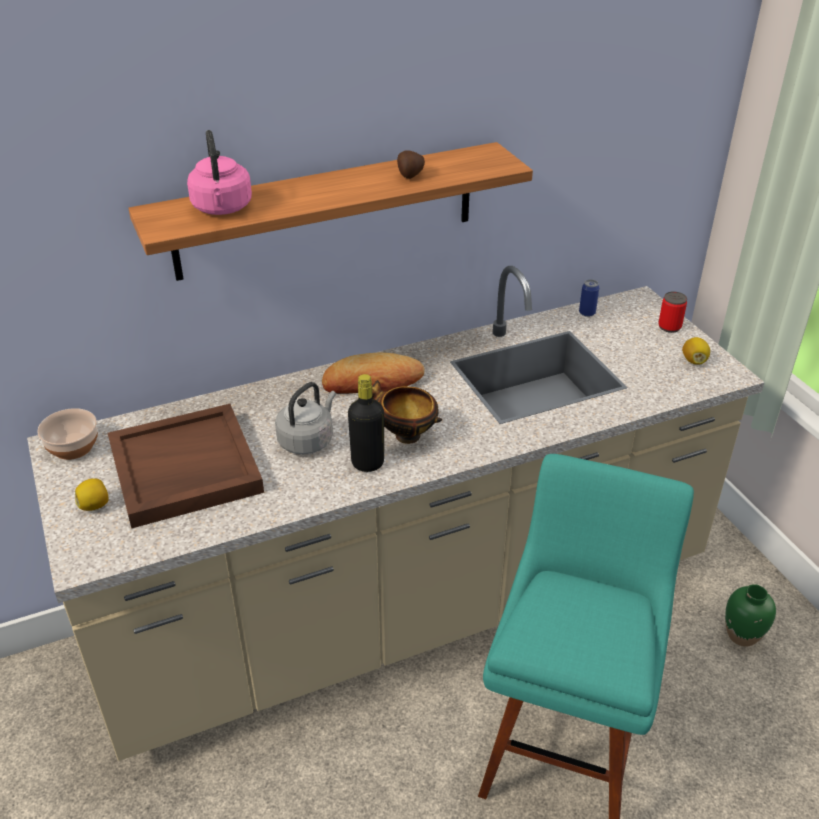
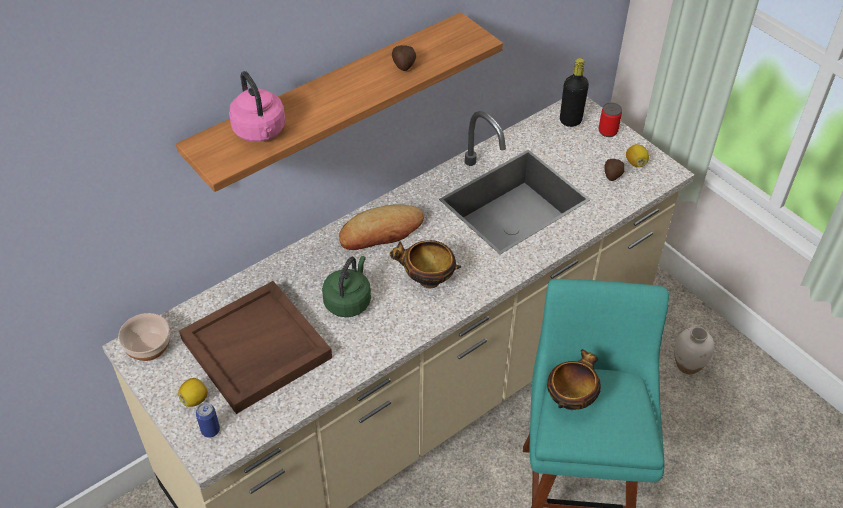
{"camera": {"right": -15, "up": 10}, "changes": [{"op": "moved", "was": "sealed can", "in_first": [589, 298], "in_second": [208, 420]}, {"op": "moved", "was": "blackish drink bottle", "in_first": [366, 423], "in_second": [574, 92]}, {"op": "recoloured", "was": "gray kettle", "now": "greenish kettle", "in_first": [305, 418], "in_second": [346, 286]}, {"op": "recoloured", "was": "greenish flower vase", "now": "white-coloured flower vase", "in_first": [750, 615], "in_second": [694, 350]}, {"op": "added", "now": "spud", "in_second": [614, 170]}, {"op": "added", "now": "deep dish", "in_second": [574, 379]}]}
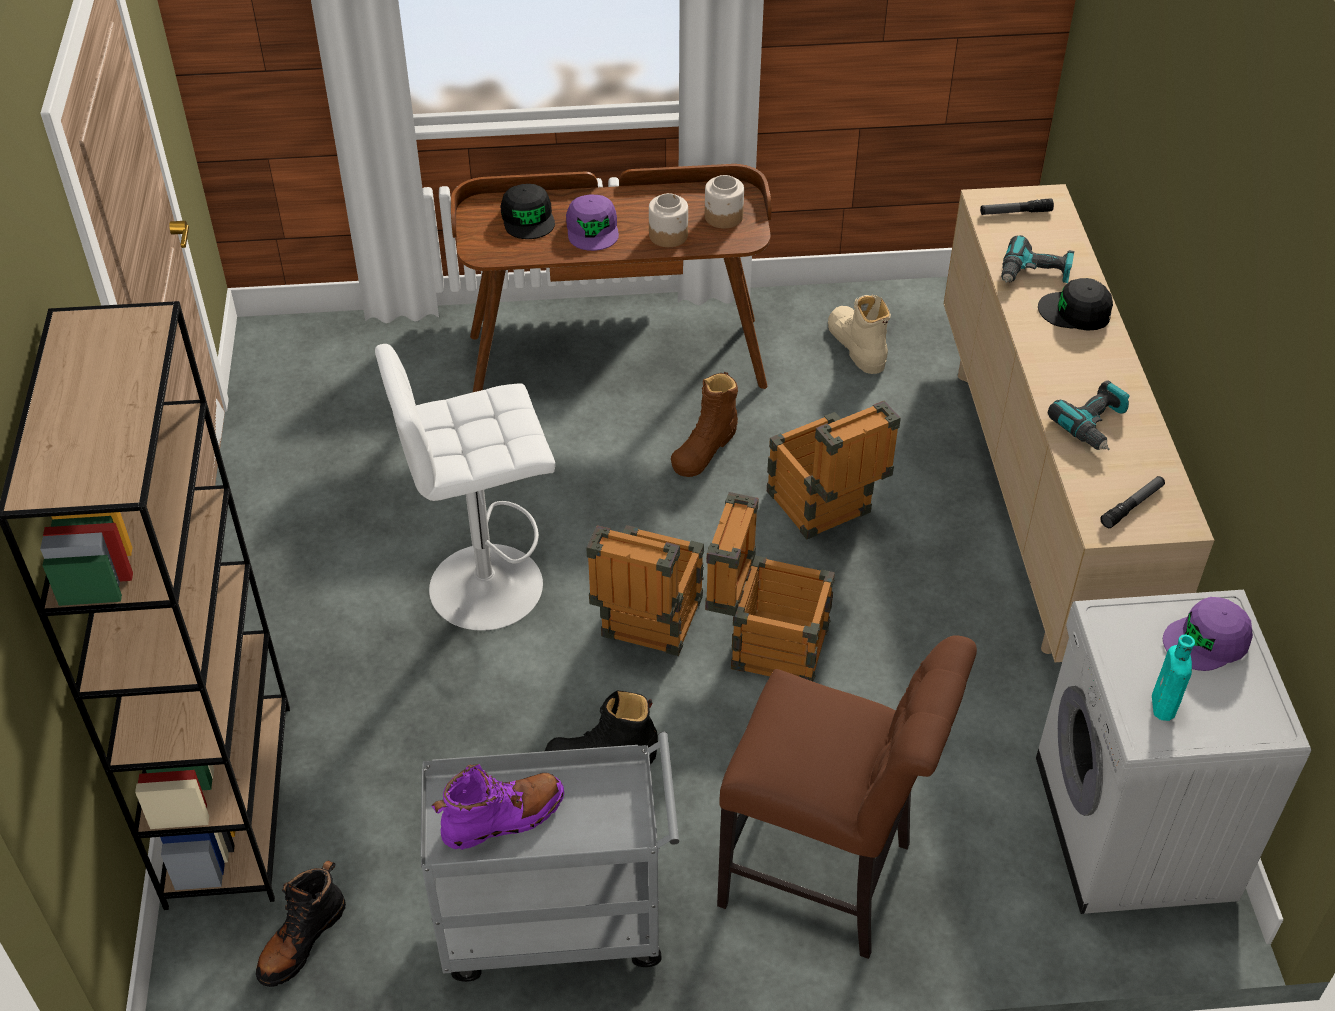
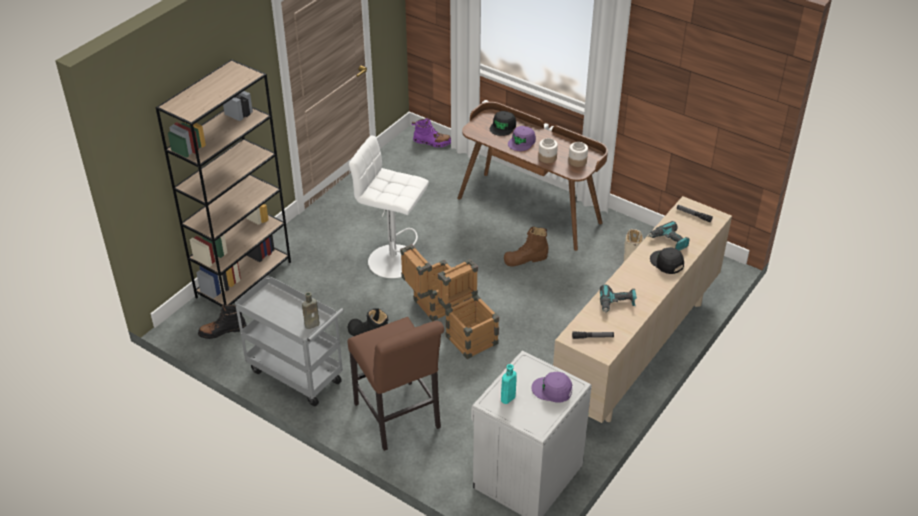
{"camera": {"right": 40, "up": -5}, "changes": [{"op": "removed", "was": "crate", "in_first": [834, 470]}, {"op": "moved", "was": "purple-coloured boot", "in_first": [498, 807], "in_second": [431, 132]}, {"op": "added", "now": "brownish drink bottle", "in_second": [311, 310]}]}
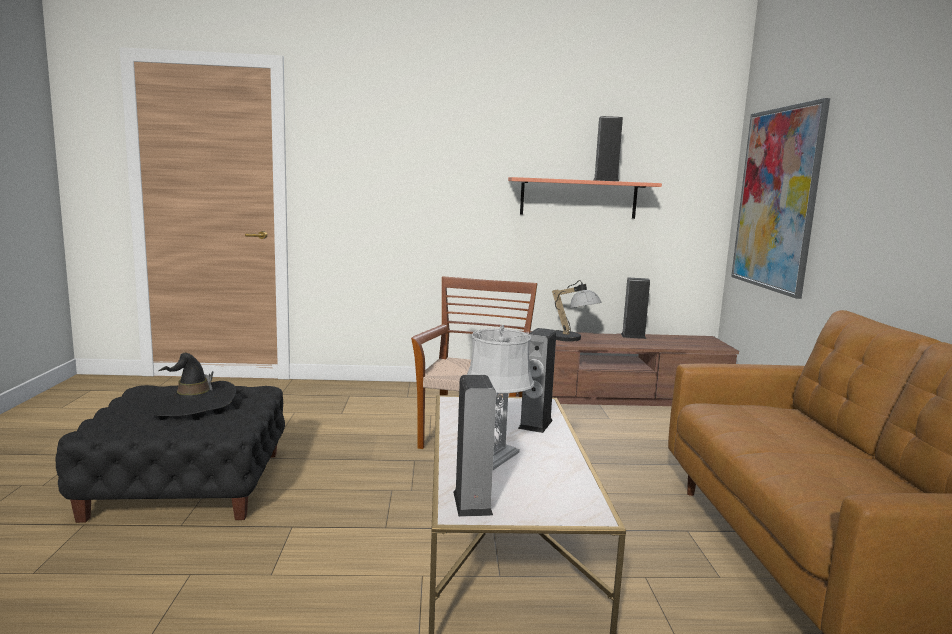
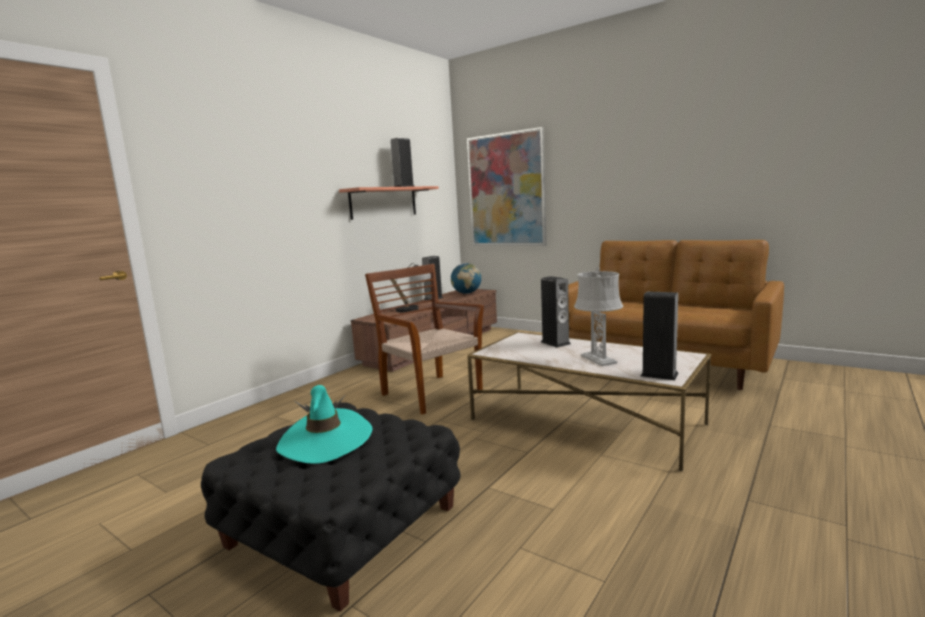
{"camera": {"right": -50, "up": 0}, "changes": [{"op": "recoloured", "was": "blackish wearable hat", "now": "turquoise wearable hat", "in_first": [190, 384], "in_second": [324, 424]}, {"op": "added", "now": "world globe", "in_second": [466, 278]}]}
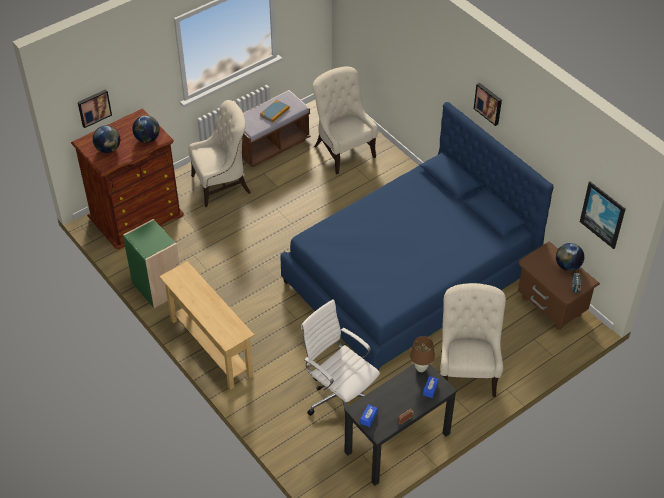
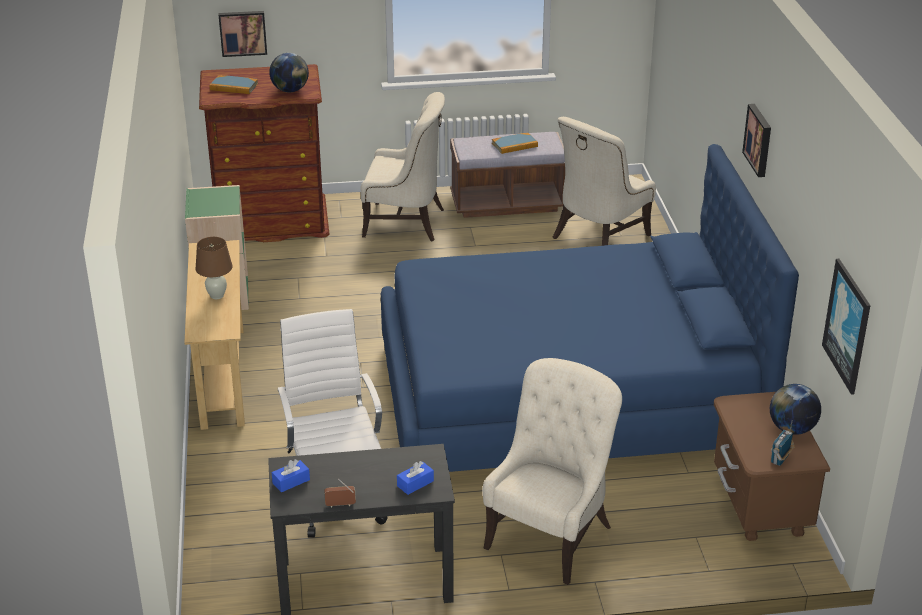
{"camera": {"right": 30, "up": -15}, "changes": [{"op": "turned", "was": "beige lounge chair", "in_first": [345, 121], "in_second": [604, 181], "clockwise": -135}, {"op": "replaced", "was": "world globe", "now": "volume", "in_first": [106, 139], "in_second": [234, 84]}, {"op": "moved", "was": "brownish tabletop lamp", "in_first": [422, 354], "in_second": [214, 268]}]}
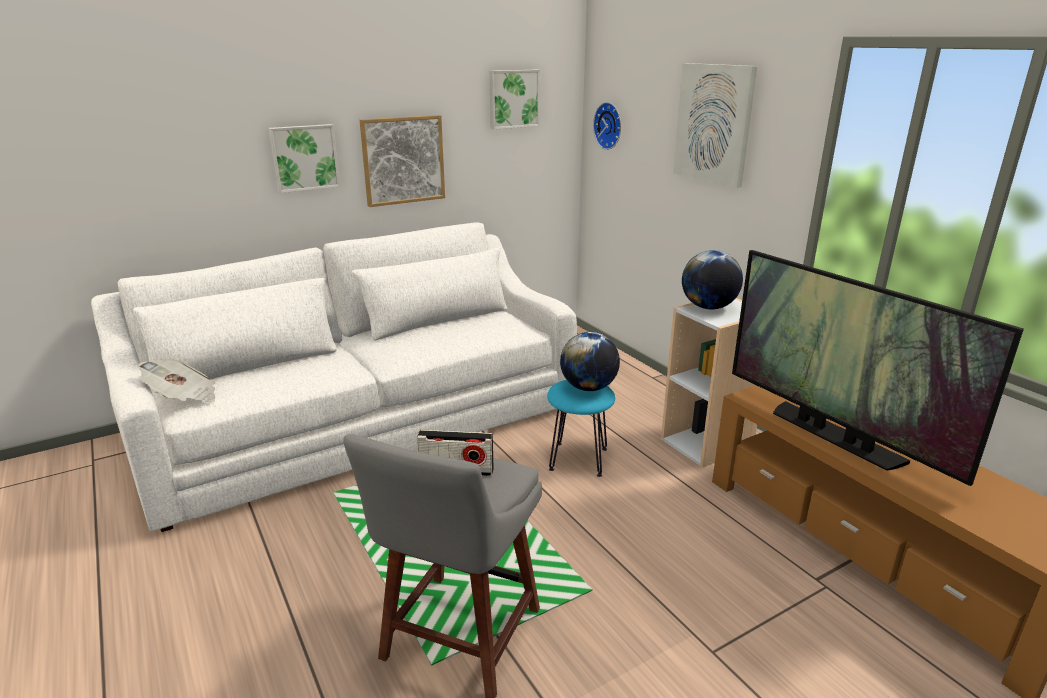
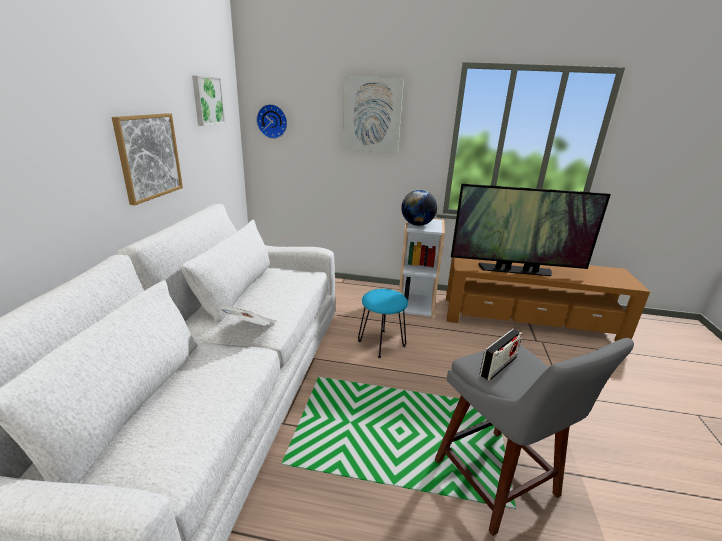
{"camera": {"right": -50, "up": 0}, "changes": [{"op": "removed", "was": "wall picture", "in_first": [304, 158]}, {"op": "removed", "was": "world globe", "in_first": [590, 361]}, {"op": "moved", "was": "printed paper", "in_first": [177, 380], "in_second": [247, 315]}]}
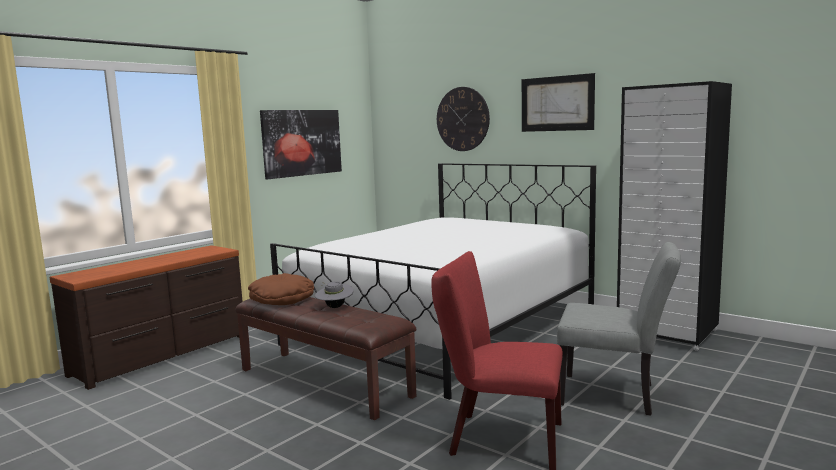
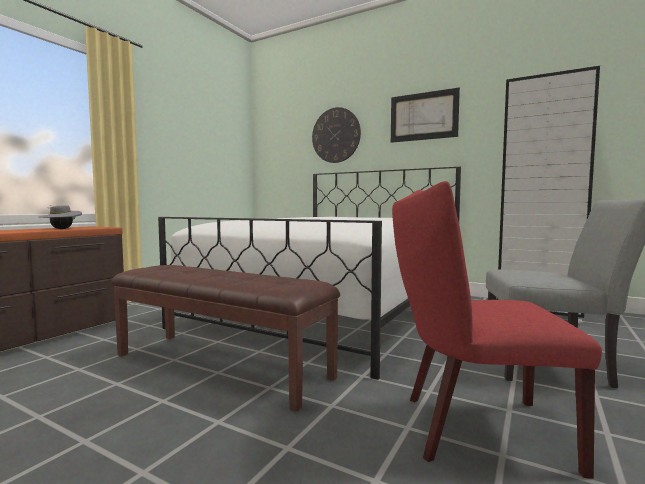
{"camera": {"right": -10, "up": -5}, "changes": [{"op": "removed", "was": "wall picture", "in_first": [301, 144]}, {"op": "removed", "was": "brownish cushion", "in_first": [281, 289]}, {"op": "moved", "was": "gray wearable hat", "in_first": [334, 294], "in_second": [60, 217]}]}
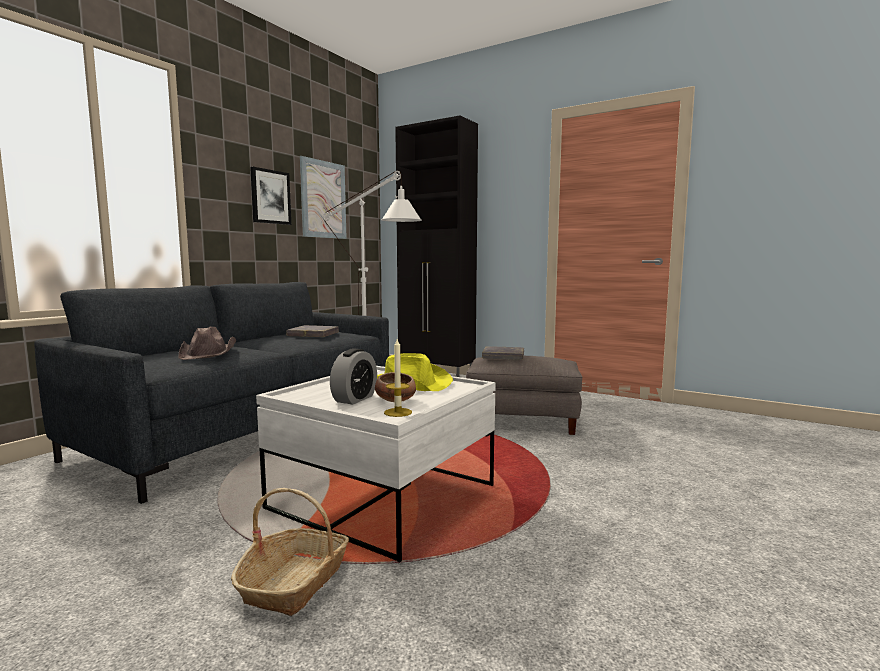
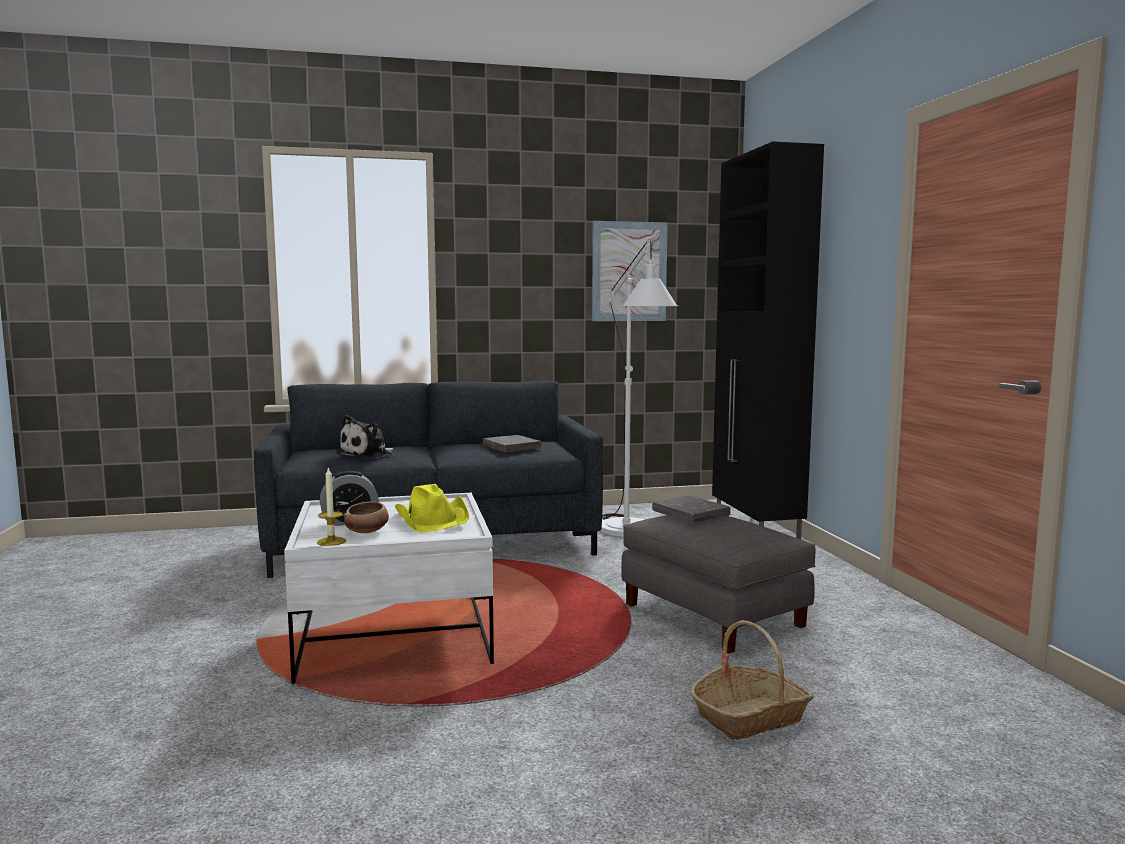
{"camera": {"right": 45, "up": 0}, "changes": [{"op": "removed", "was": "wall picture", "in_first": [270, 196]}, {"op": "replaced", "was": "brownish wearable hat", "now": "plush toy", "in_first": [207, 343], "in_second": [365, 436]}, {"op": "moved", "was": "basket", "in_first": [290, 552], "in_second": [752, 680]}]}
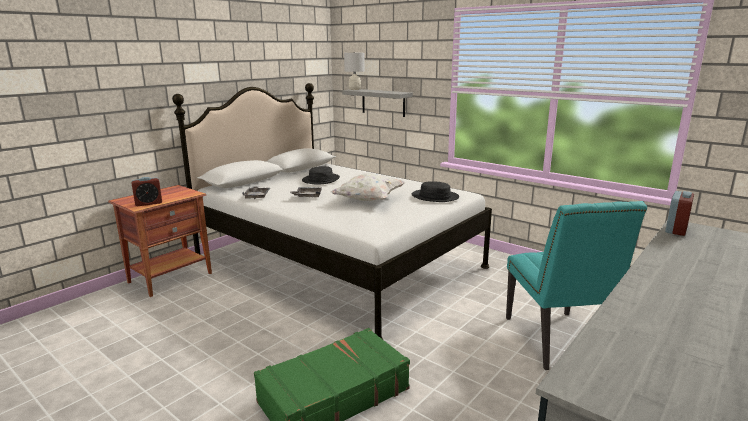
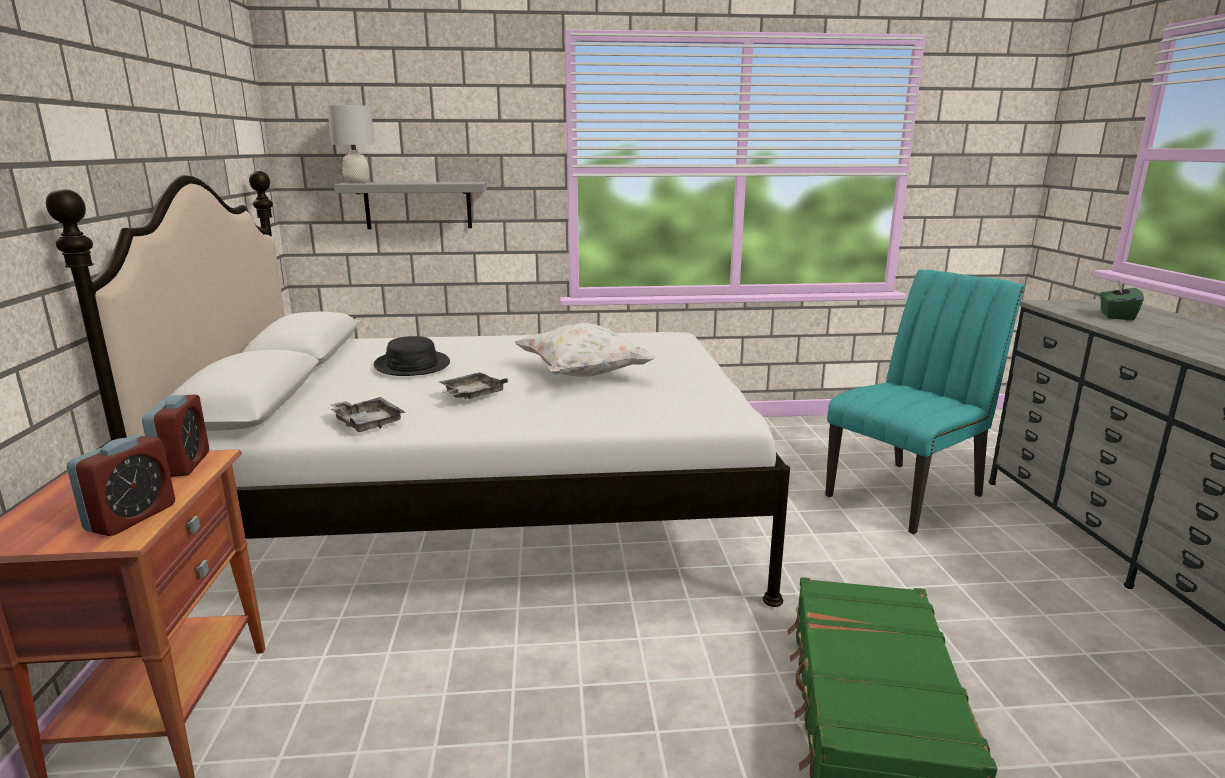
{"camera": {"right": -45, "up": 0}, "changes": [{"op": "removed", "was": "blackish wearable hat", "in_first": [435, 191]}, {"op": "moved", "was": "table clock", "in_first": [679, 213], "in_second": [175, 436]}, {"op": "turned", "was": "turquoise upright chair", "in_first": [576, 285], "in_second": [925, 401], "clockwise": -75}, {"op": "added", "now": "greenish tissue holder", "in_second": [1122, 300]}]}
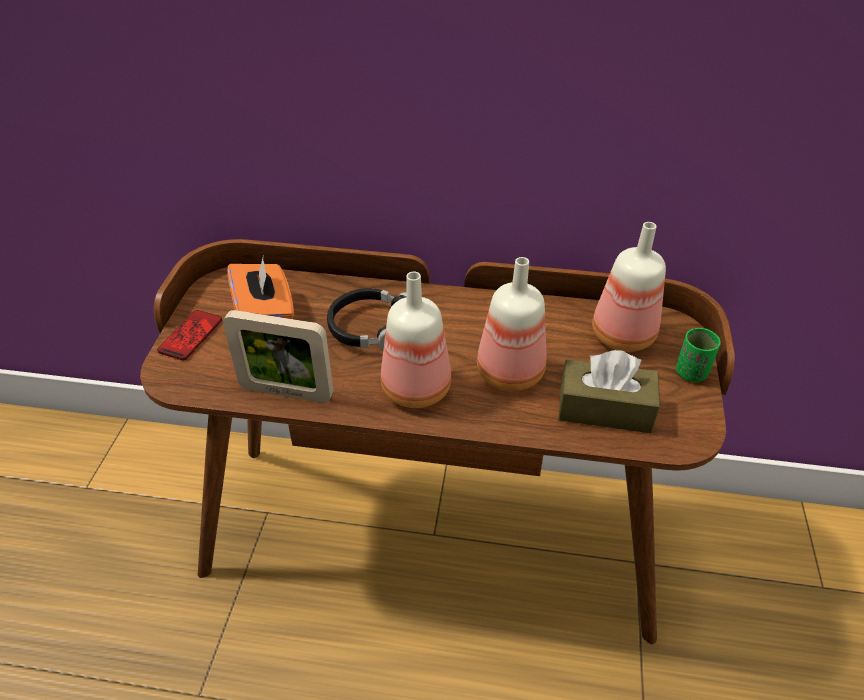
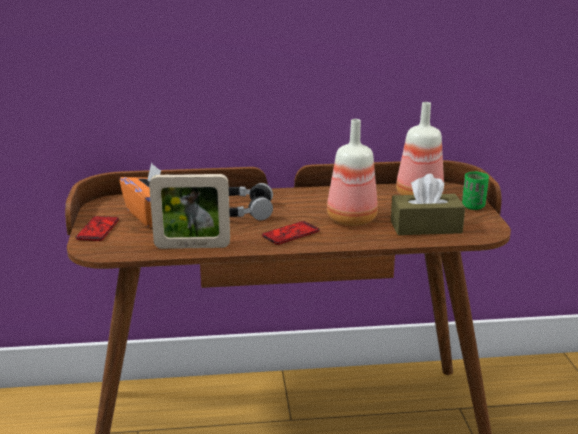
{"camera": {"right": -15, "up": -20}, "changes": [{"op": "replaced", "was": "drink bottle", "now": "phone", "in_first": [416, 340], "in_second": [290, 233]}]}
